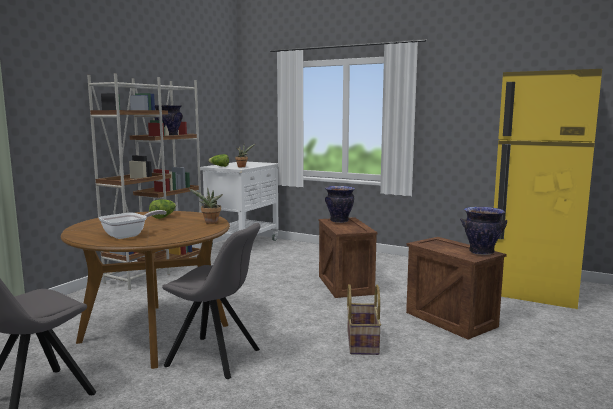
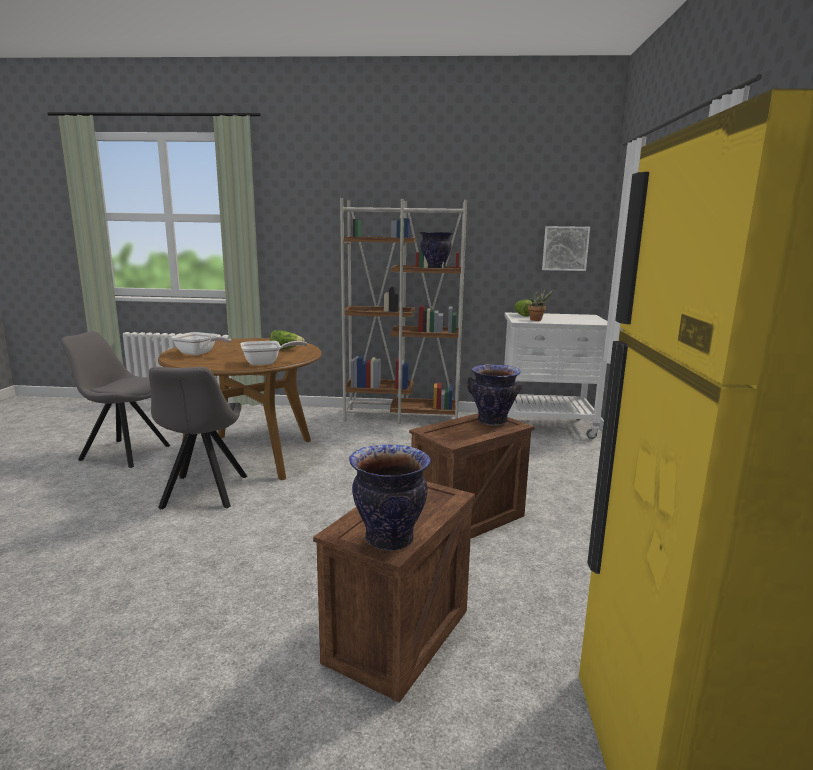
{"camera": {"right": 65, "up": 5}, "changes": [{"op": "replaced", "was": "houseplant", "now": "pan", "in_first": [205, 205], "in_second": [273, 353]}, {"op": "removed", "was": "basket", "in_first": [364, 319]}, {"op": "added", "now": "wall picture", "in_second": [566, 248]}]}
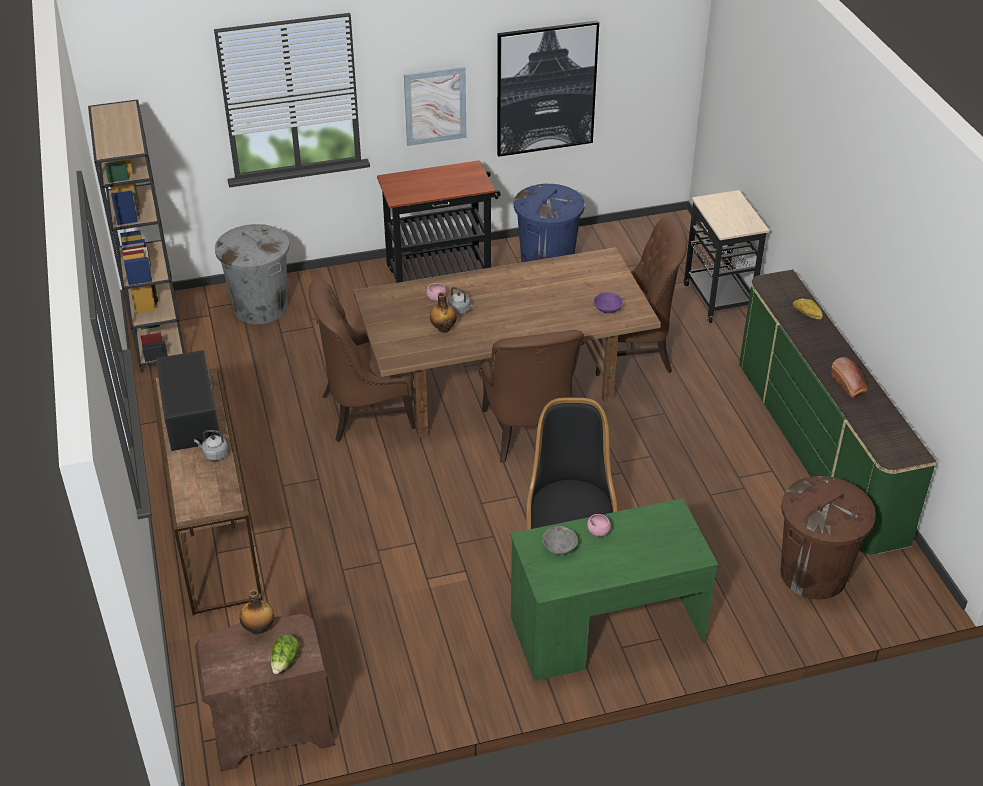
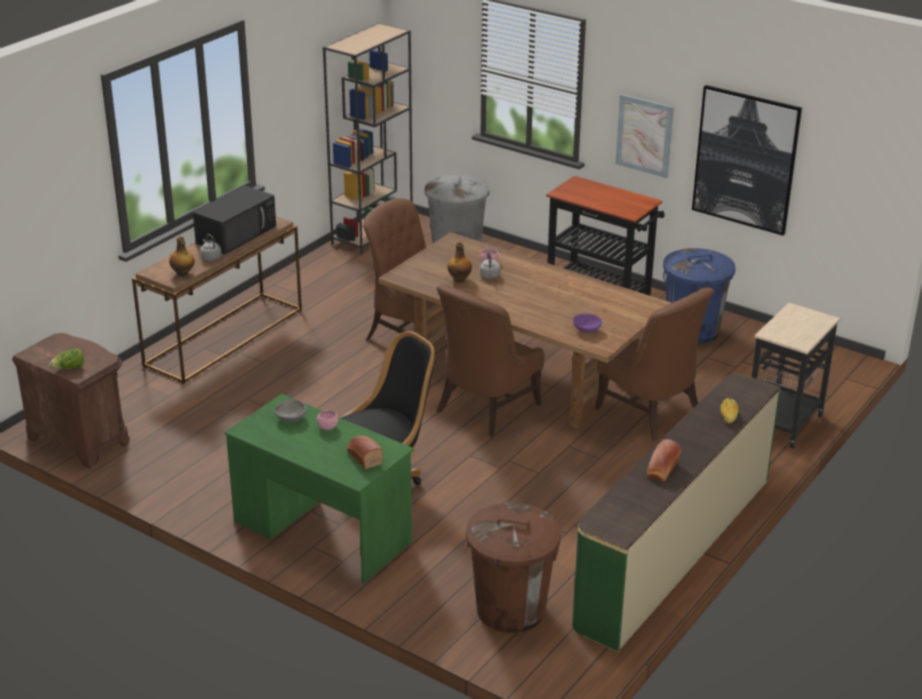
{"camera": {"right": 50, "up": -10}, "changes": [{"op": "moved", "was": "drink bottle", "in_first": [256, 612], "in_second": [182, 256]}, {"op": "added", "now": "baked bread", "in_second": [365, 452]}]}
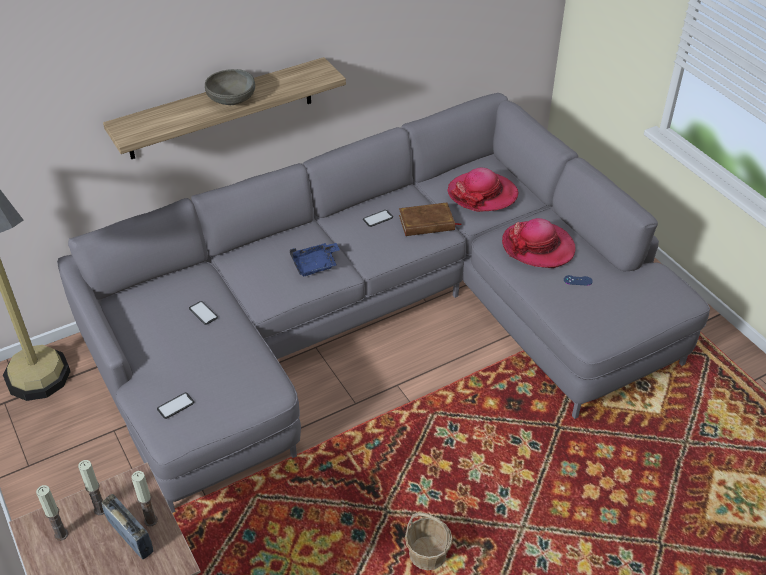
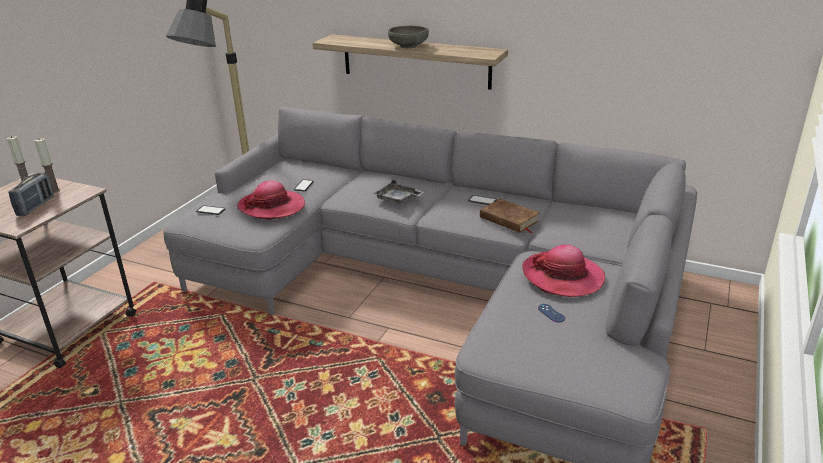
{"camera": {"right": 55, "up": -15}, "changes": [{"op": "moved", "was": "wearable hat", "in_first": [482, 190], "in_second": [271, 200]}, {"op": "recoloured", "was": "blue carrying tray", "now": "gray carrying tray", "in_first": [315, 260], "in_second": [398, 192]}, {"op": "removed", "was": "candle", "in_first": [144, 498]}, {"op": "removed", "was": "basket", "in_first": [429, 541]}]}
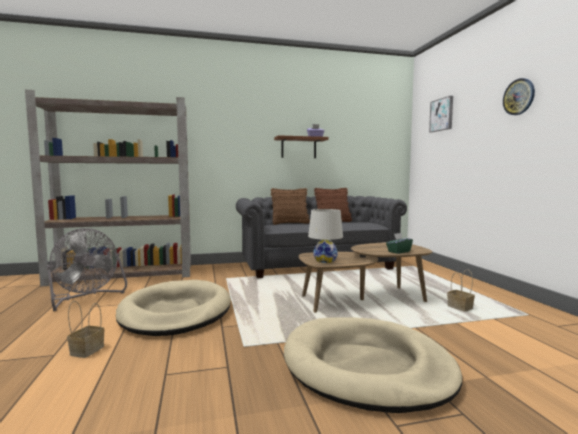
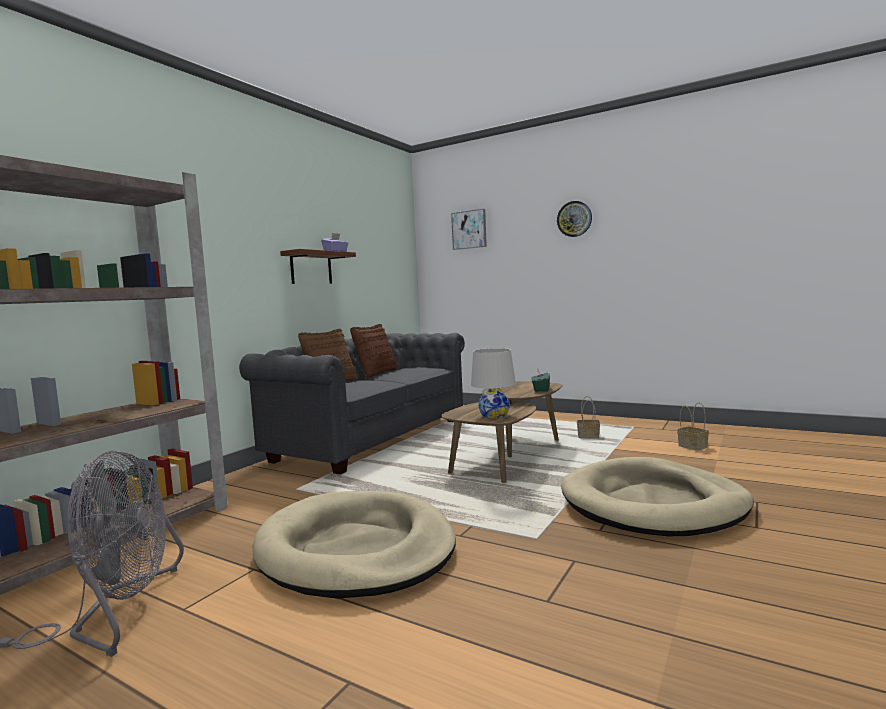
{"camera": {"right": -45, "up": 0}, "changes": [{"op": "moved", "was": "basket", "in_first": [85, 329], "in_second": [693, 426]}]}
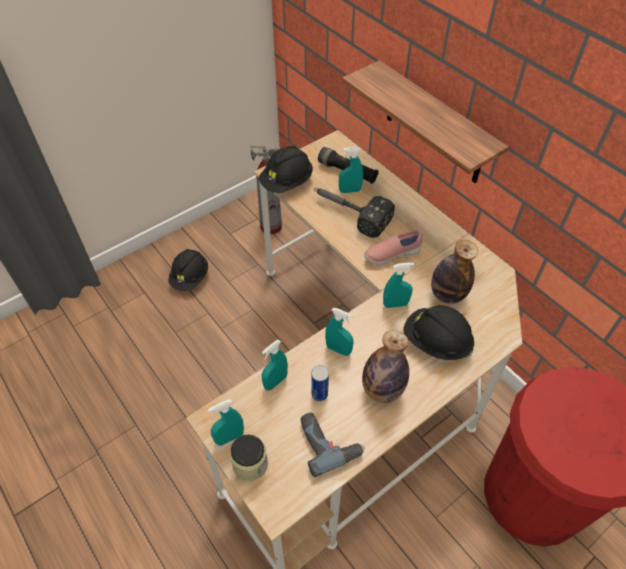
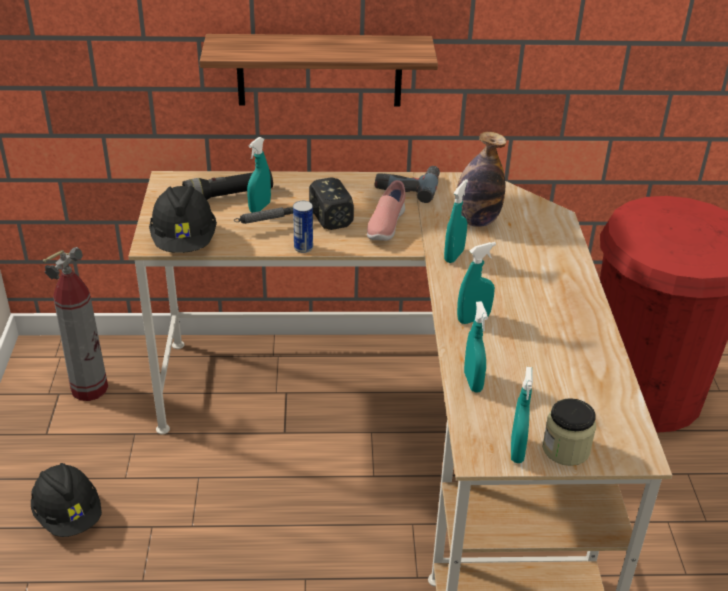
{"camera": {"right": -55, "up": -15}, "changes": [{"op": "removed", "was": "blackish safety helmet", "in_first": [438, 332]}, {"op": "removed", "was": "drink bottle", "in_first": [385, 366]}, {"op": "moved", "was": "sealed can", "in_first": [320, 383], "in_second": [303, 227]}, {"op": "moved", "was": "electric drill", "in_first": [332, 445], "in_second": [407, 184]}]}
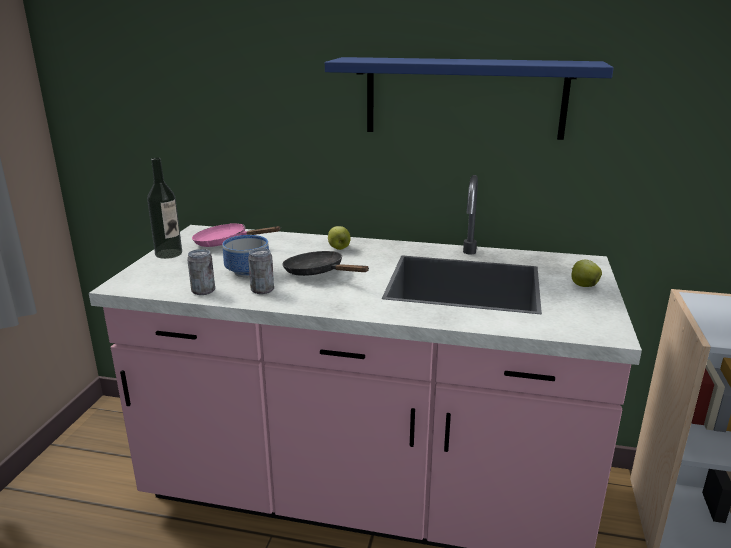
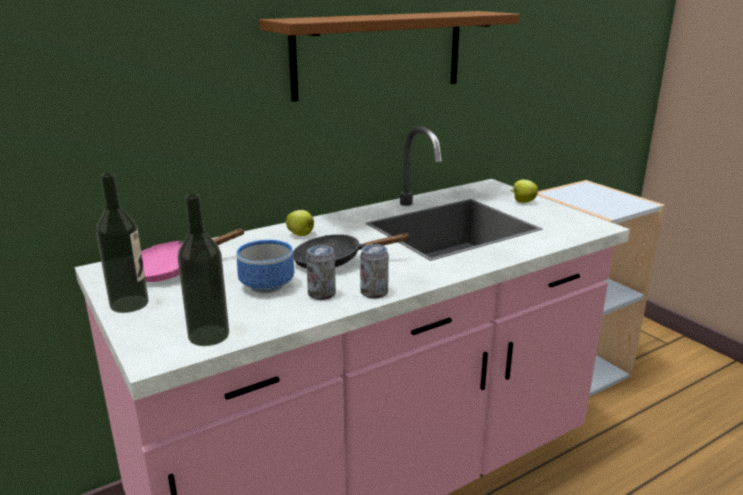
{"camera": {"right": -45, "up": 0}, "changes": [{"op": "recoloured", "was": "blue wall shelf", "now": "brownish wall shelf", "in_first": [469, 98], "in_second": [389, 56]}, {"op": "moved", "was": "sealed can", "in_first": [201, 272], "in_second": [374, 271]}, {"op": "added", "now": "drink bottle", "in_second": [203, 270]}]}
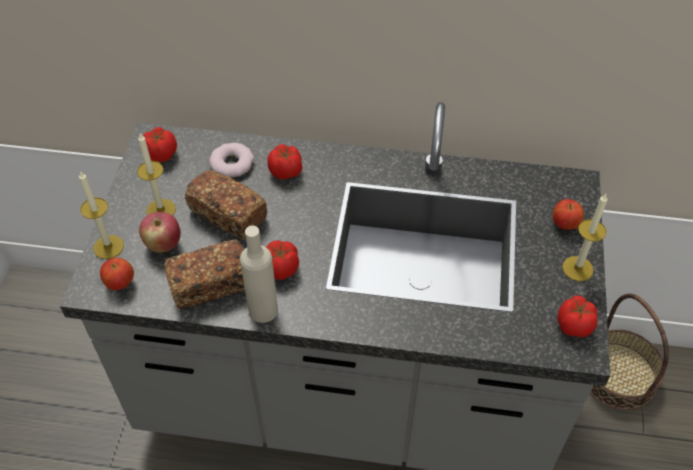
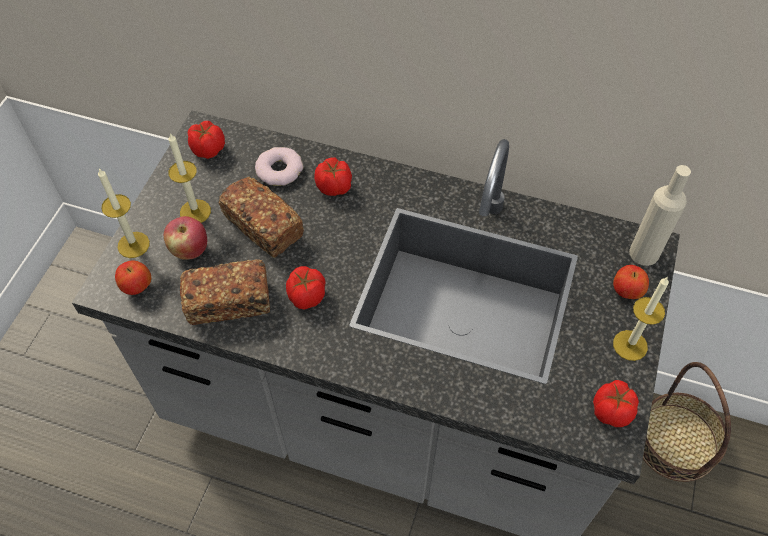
{"camera": {"right": 10, "up": 5}, "changes": [{"op": "moved", "was": "beige drink bottle", "in_first": [259, 274], "in_second": [660, 215]}]}
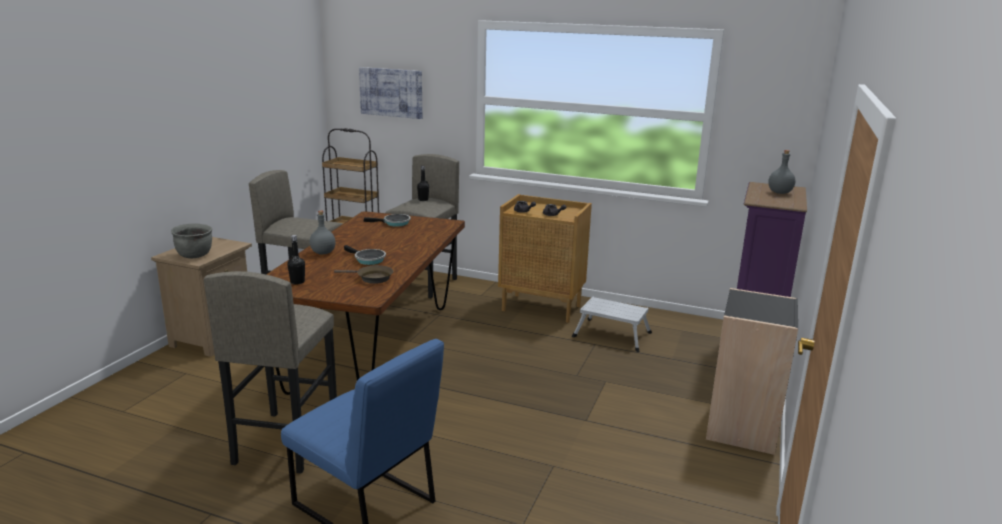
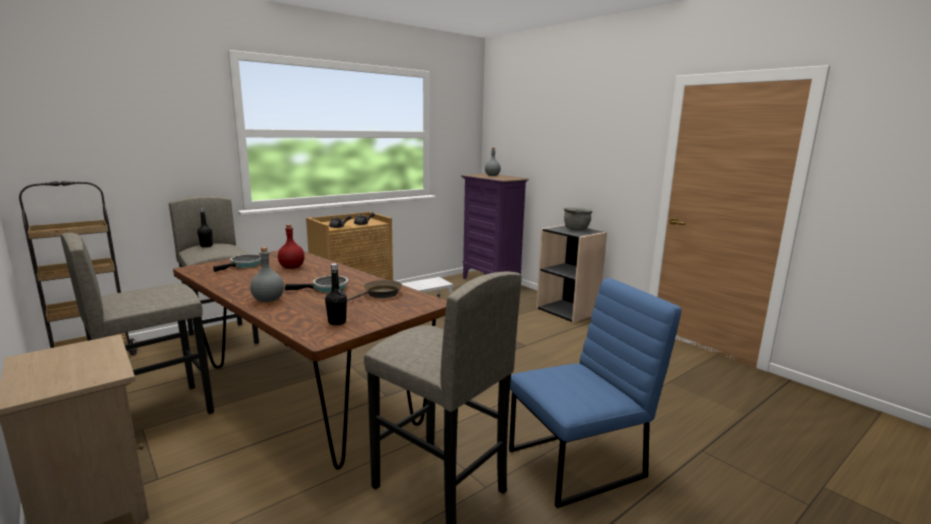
{"camera": {"right": -60, "up": -5}, "changes": [{"op": "removed", "was": "wall picture", "in_first": [390, 93]}, {"op": "moved", "was": "gray saucepot", "in_first": [191, 240], "in_second": [578, 219]}, {"op": "added", "now": "red-coloured drink bottle", "in_second": [291, 246]}]}
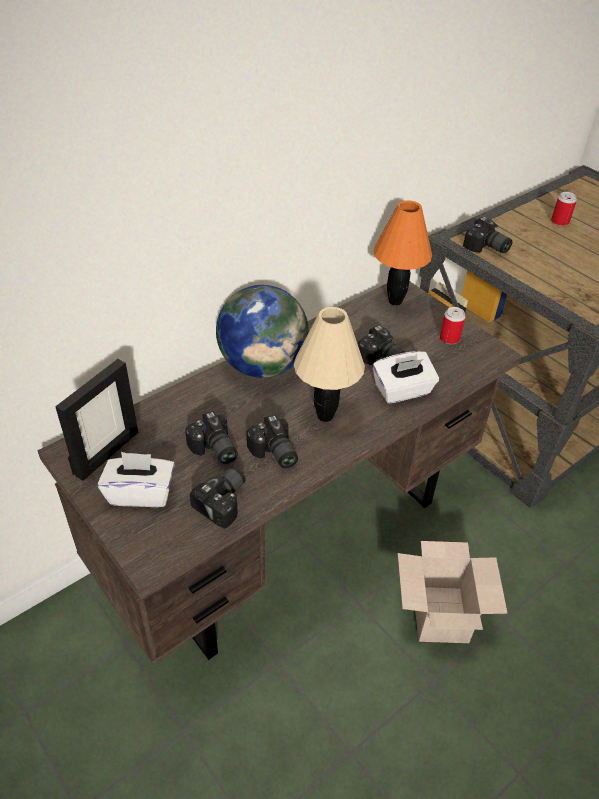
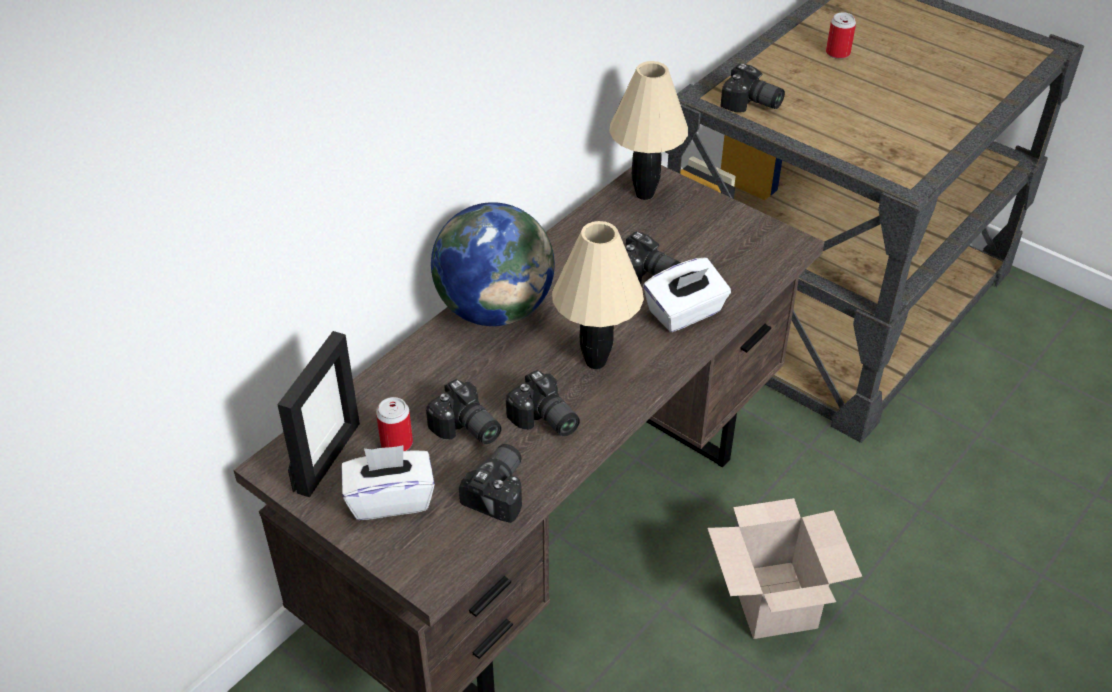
{"camera": {"right": -10, "up": 0}, "changes": [{"op": "recoloured", "was": "orange tabletop lamp", "now": "beige tabletop lamp", "in_first": [402, 253], "in_second": [648, 130]}, {"op": "moved", "was": "sealed can", "in_first": [453, 325], "in_second": [394, 424]}]}
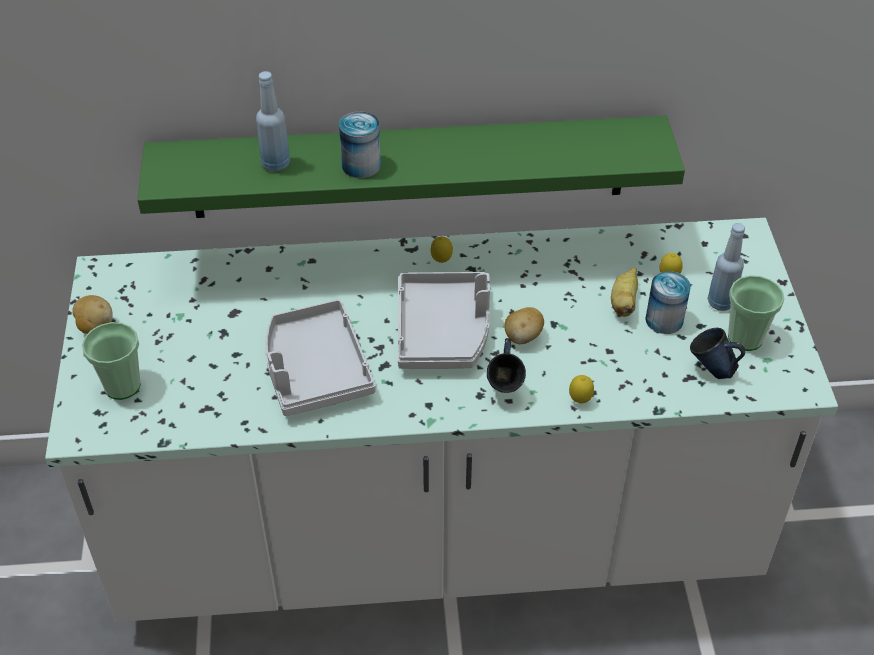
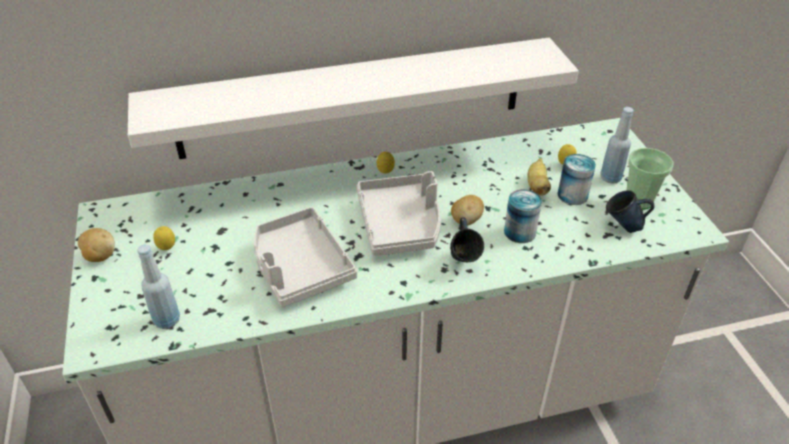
{"camera": {"right": -10, "up": -5}, "changes": [{"op": "moved", "was": "blue drink bottle", "in_first": [273, 121], "in_second": [159, 287]}, {"op": "moved", "was": "sealed can", "in_first": [360, 145], "in_second": [523, 216]}, {"op": "recoloured", "was": "greenish wall shelf", "now": "white-coloured wall shelf", "in_first": [411, 167], "in_second": [353, 98]}, {"op": "removed", "was": "drinking cup", "in_first": [111, 361]}, {"op": "moved", "was": "whole lemon", "in_first": [581, 389], "in_second": [164, 238]}]}
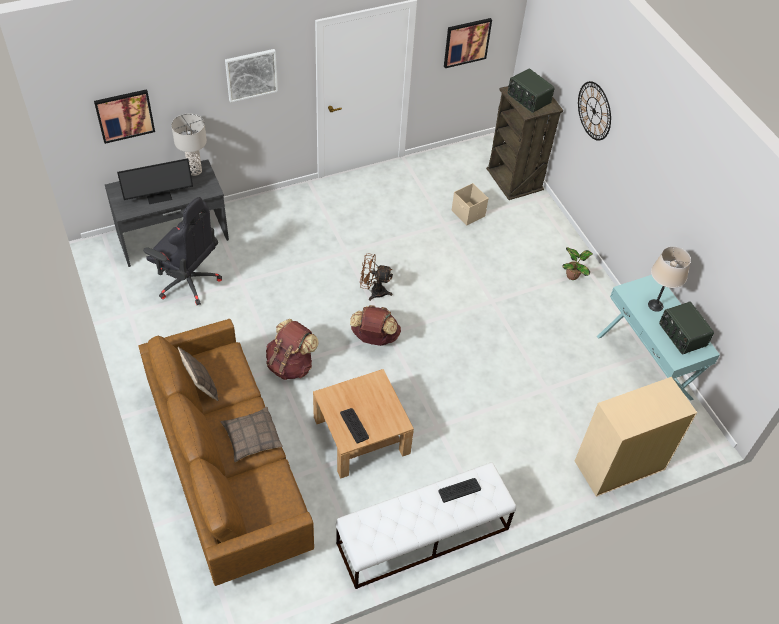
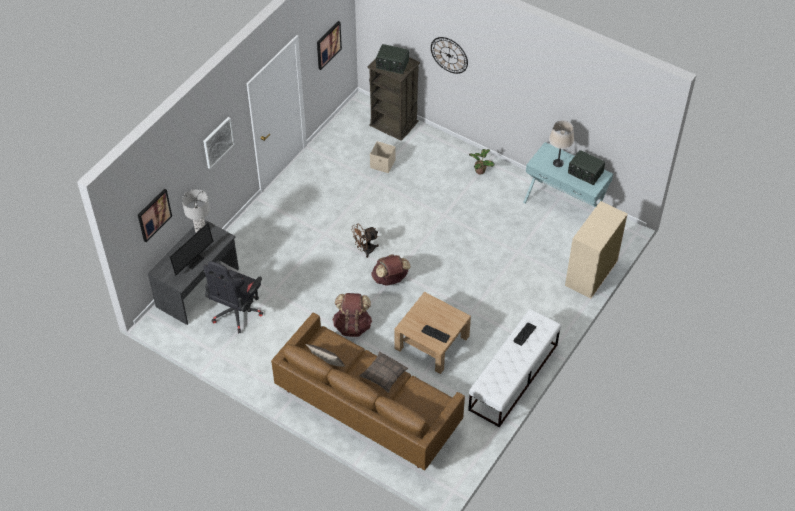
{"camera": {"right": -30, "up": 0}, "changes": [{"op": "turned", "was": "blackish office chair", "in_first": [182, 251], "in_second": [233, 297], "clockwise": 120}]}
